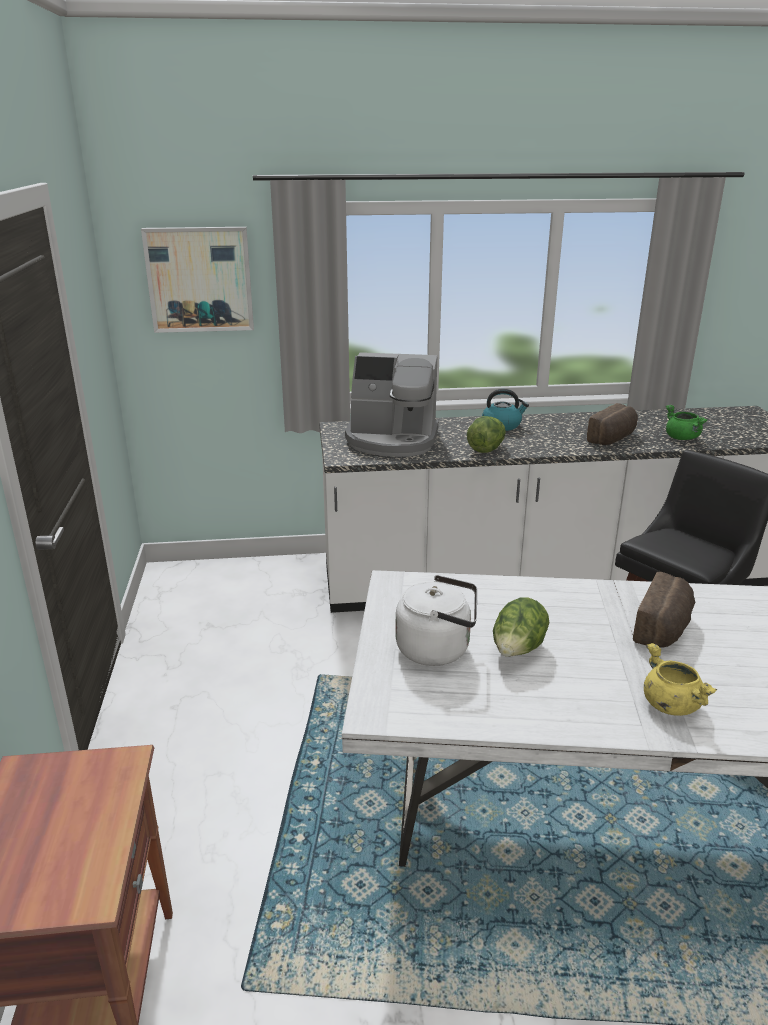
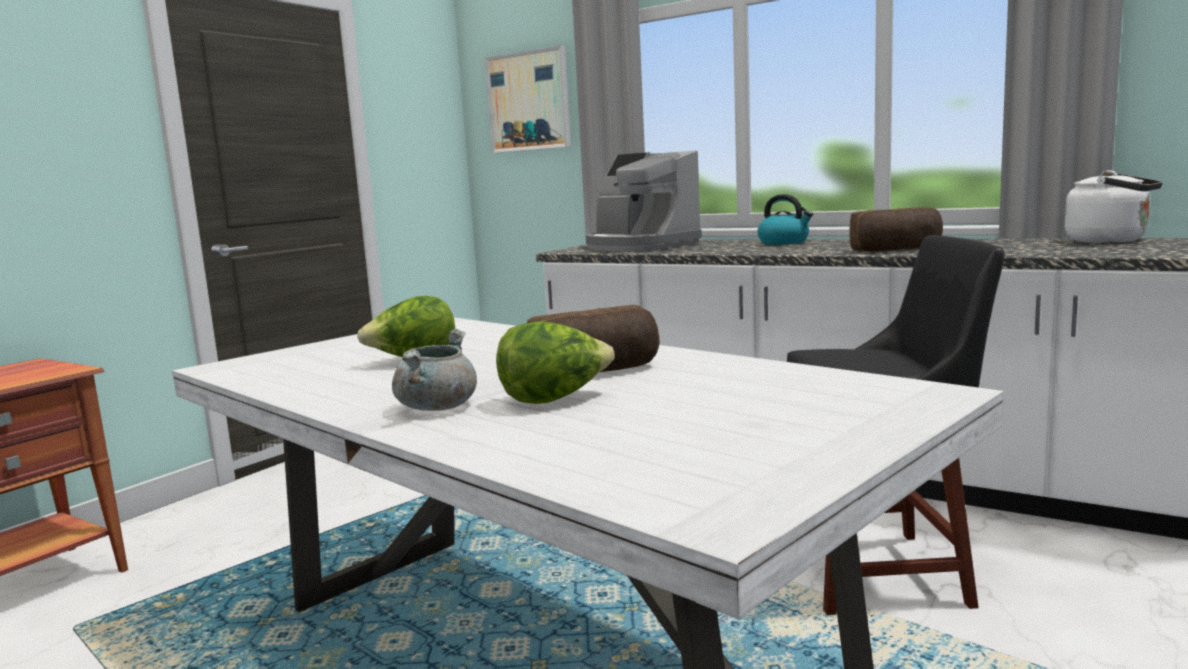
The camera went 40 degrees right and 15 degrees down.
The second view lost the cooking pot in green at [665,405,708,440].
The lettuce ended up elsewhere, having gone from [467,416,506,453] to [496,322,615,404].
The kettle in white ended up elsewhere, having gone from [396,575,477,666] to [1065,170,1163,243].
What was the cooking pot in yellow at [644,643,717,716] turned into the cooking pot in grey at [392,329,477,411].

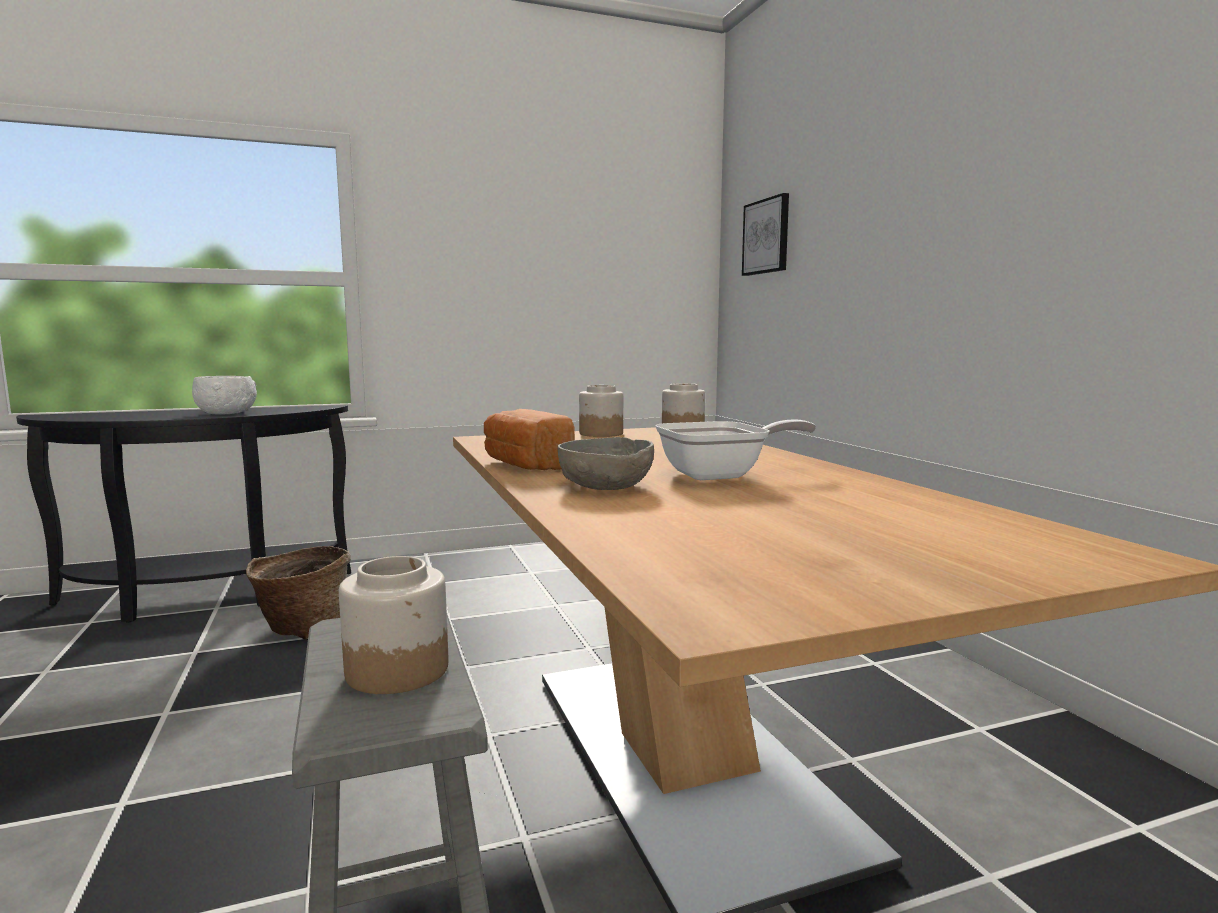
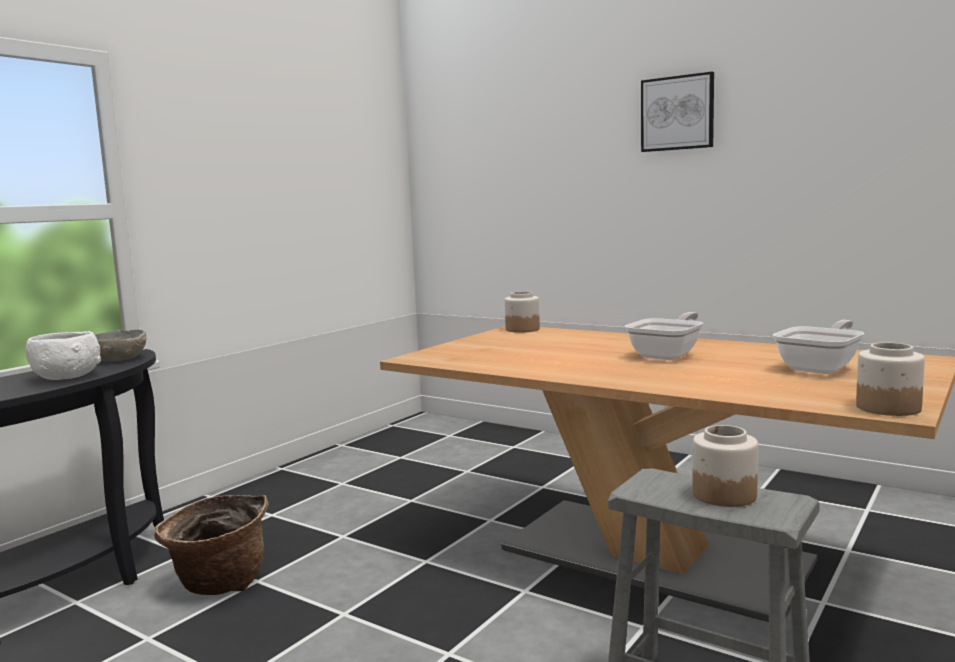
The camera went 35 degrees left and 0 degrees up.
The picture ended up elsewhere, having gone from [742,193,789,276] to [641,72,714,152].
The jar ended up elsewhere, having gone from [579,385,623,437] to [856,342,925,416].
The second view lost the bread at [484,409,575,471].
The bowl in grey ended up elsewhere, having gone from [558,437,654,490] to [94,329,146,361].
The second view gained the frying pan at [773,320,864,374].

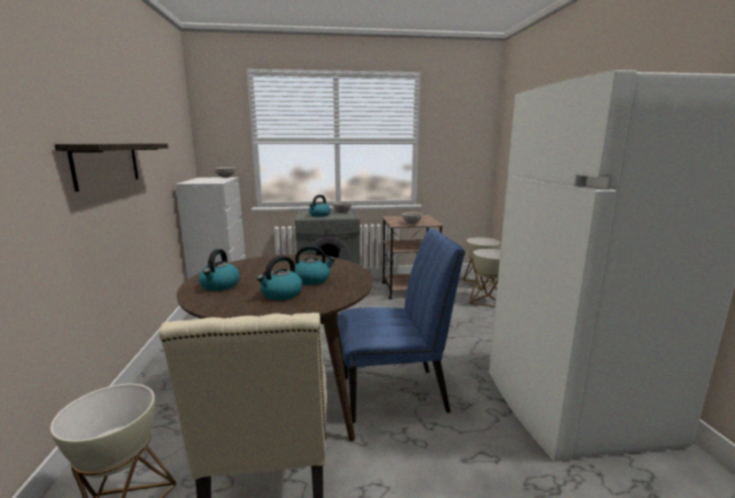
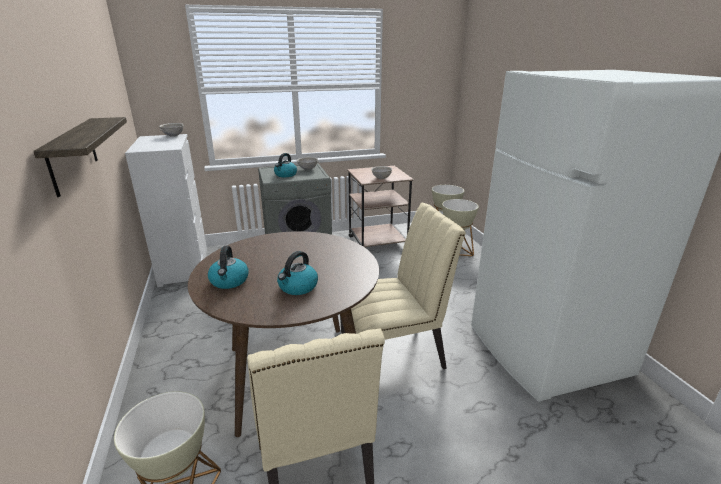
The camera went 10 degrees left and 10 degrees up.
What was the chair in blue at [337,229,465,423] turned into the chair in beige at [340,203,466,369].
The second view lost the kettle at [295,245,335,285].

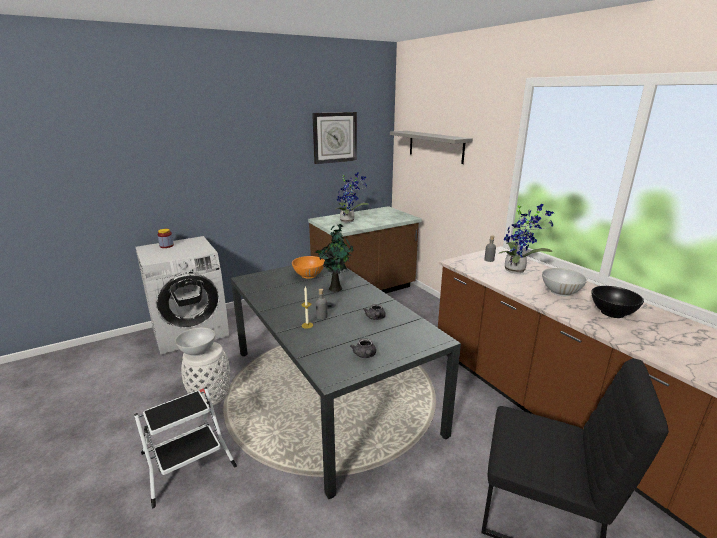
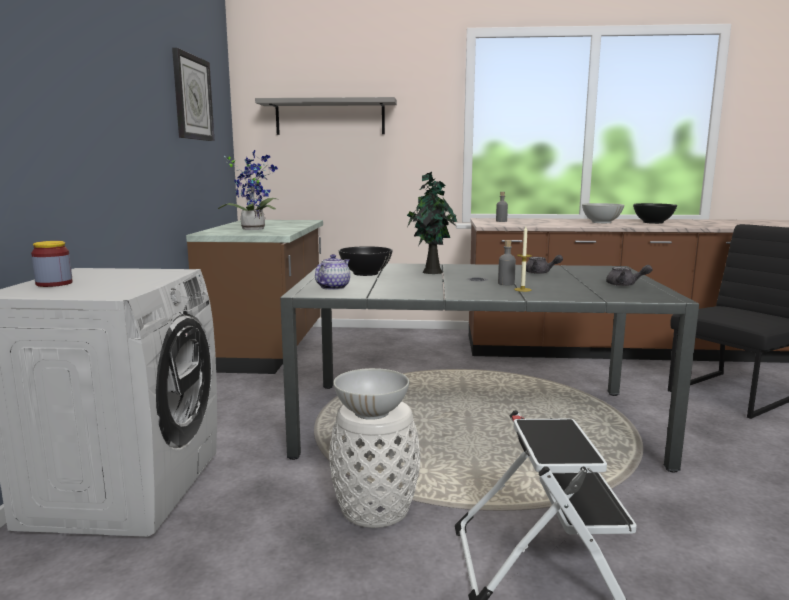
The camera went 55 degrees left and 10 degrees down.
The second view lost the potted plant at [499,204,554,273].
What was the bowl in orange at [292,256,325,279] turned into the bowl in black at [339,246,393,276].
The second view gained the teapot at [315,254,350,290].

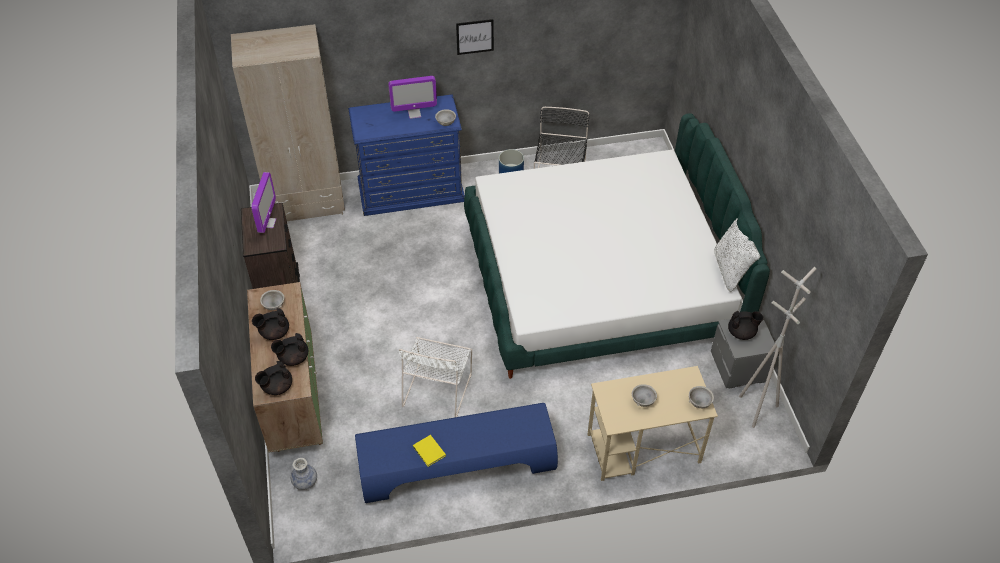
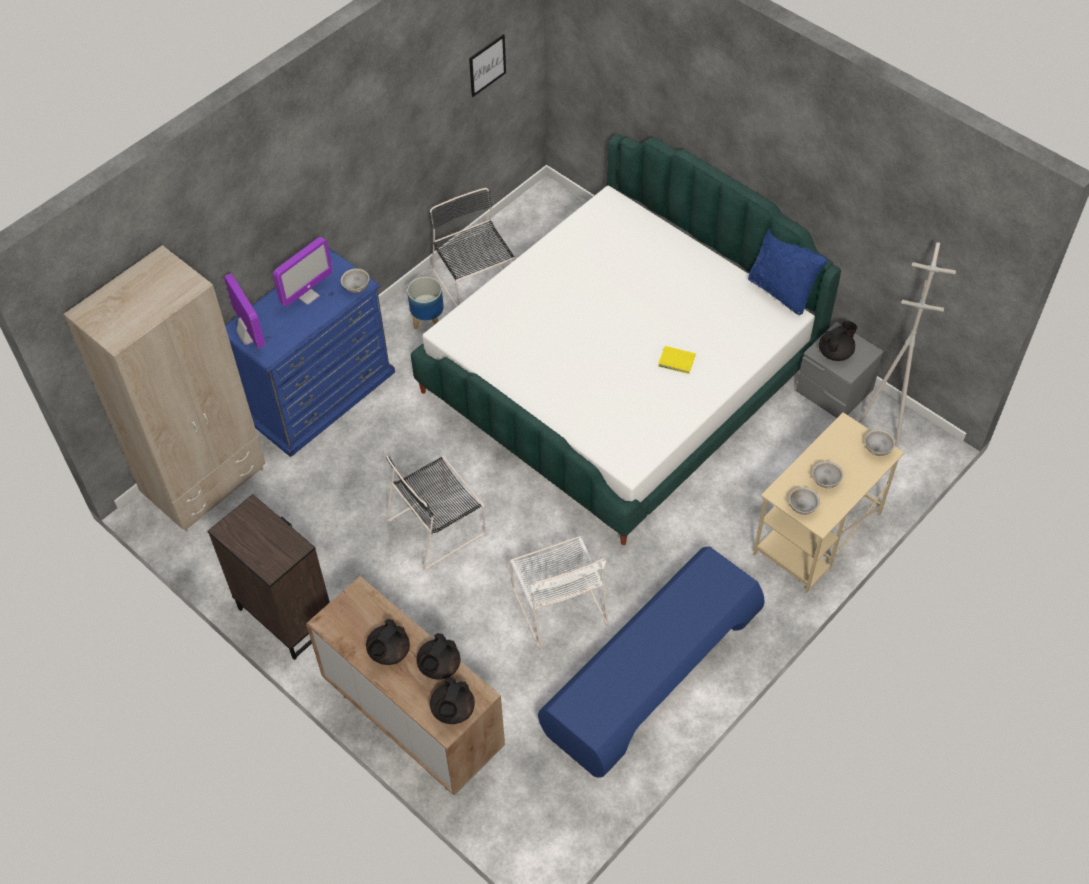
The camera went 35 degrees left and 5 degrees up.
The picture ended up elsewhere, having gone from [456,19,494,55] to [469,34,506,97].
The monitor ended up elsewhere, having gone from [251,172,276,233] to [224,273,265,349].
What was the pillow in white at [714,218,760,292] turned into the pillow in blue at [748,229,828,315].
The bowl in grey ended up elsewhere, having gone from [260,290,284,310] to [787,487,820,515].
The book in yellow ended up elsewhere, having gone from [413,435,446,467] to [658,346,696,374].
The second view lost the vase at [290,458,317,490].
The second view gained the chair in black at [386,455,486,570].

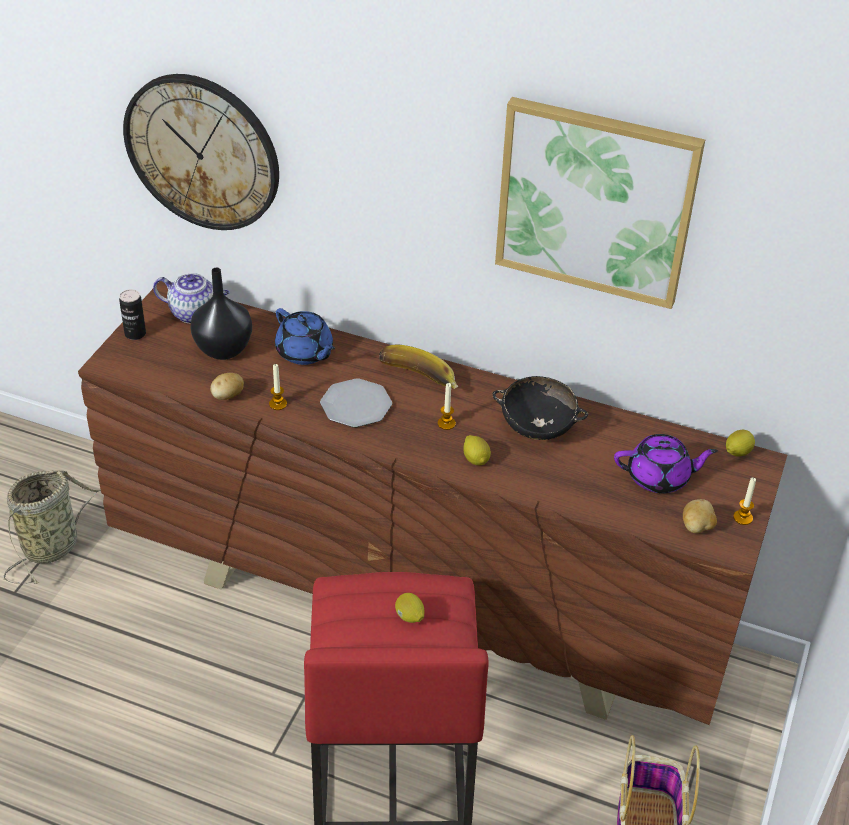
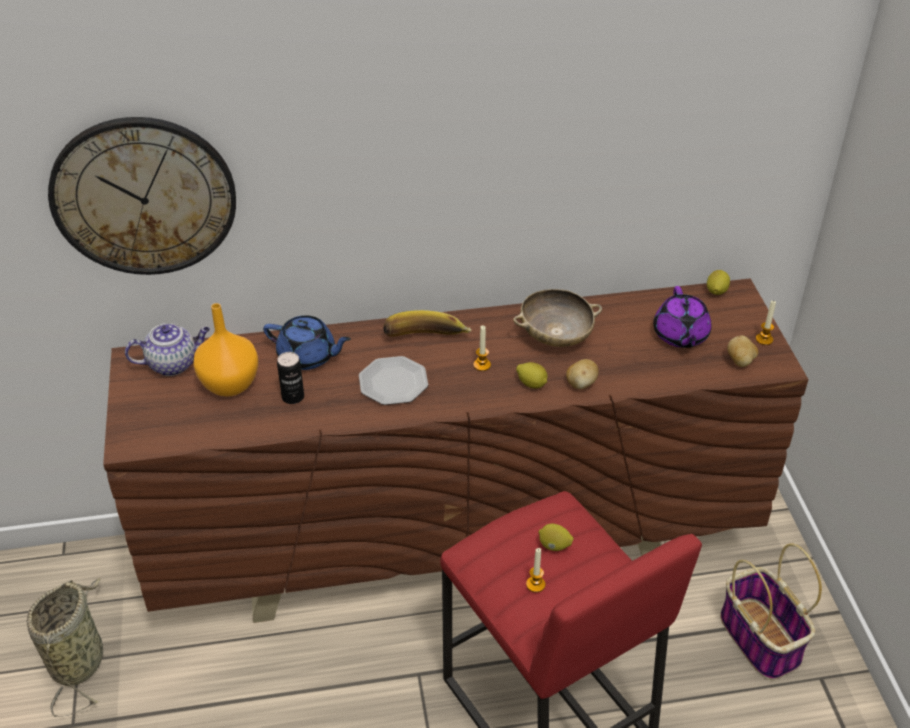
The camera went 30 degrees left and 0 degrees up.
The second view lost the picture at [495,97,705,309].
What was the vase in black at [190,268,252,360] turned into the vase in orange at [193,303,258,396].
The can ended up elsewhere, having gone from [119,289,146,340] to [277,352,304,404].
The candle ended up elsewhere, having gone from [269,364,287,410] to [526,548,546,592].
The potato ended up elsewhere, having gone from [210,373,244,400] to [566,359,599,389].
What was the bowl in black at [493,376,588,440] turned into the bowl in beige at [513,289,602,347].
The teapot in purple at [614,434,718,493] ended up facing another way, 120 degrees clockwise from before.

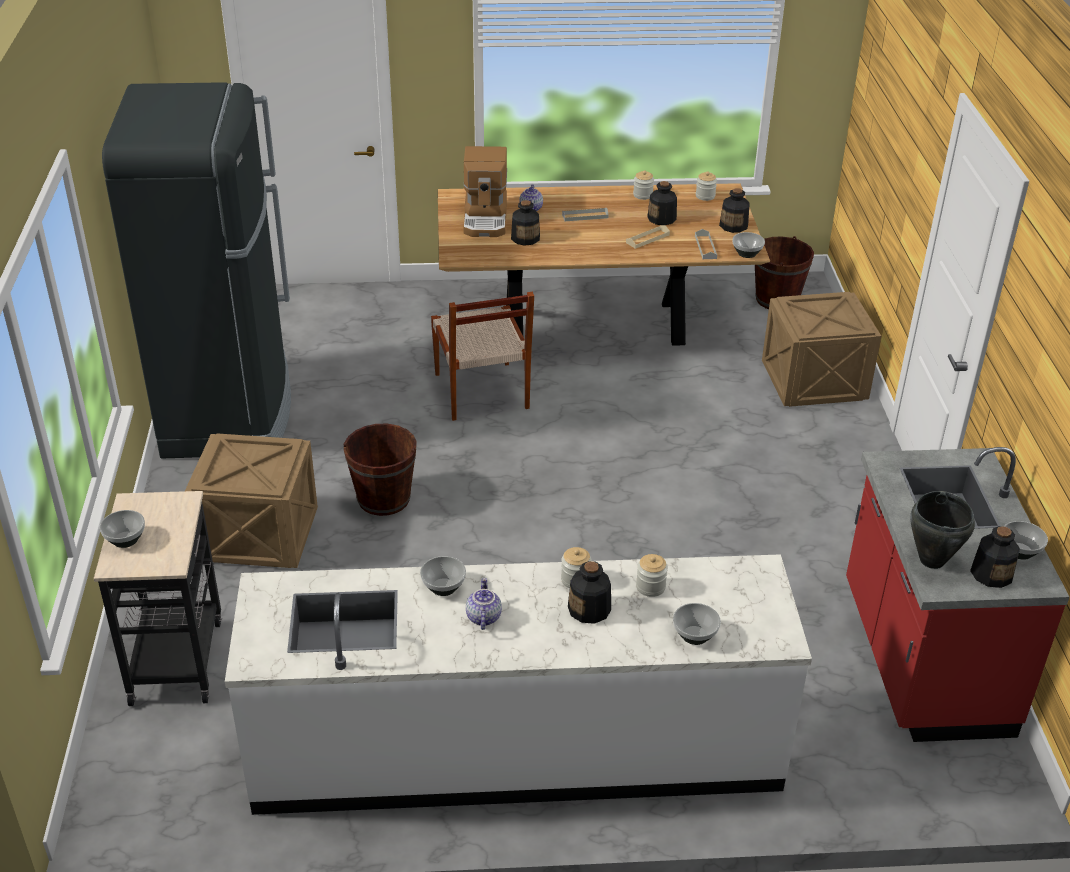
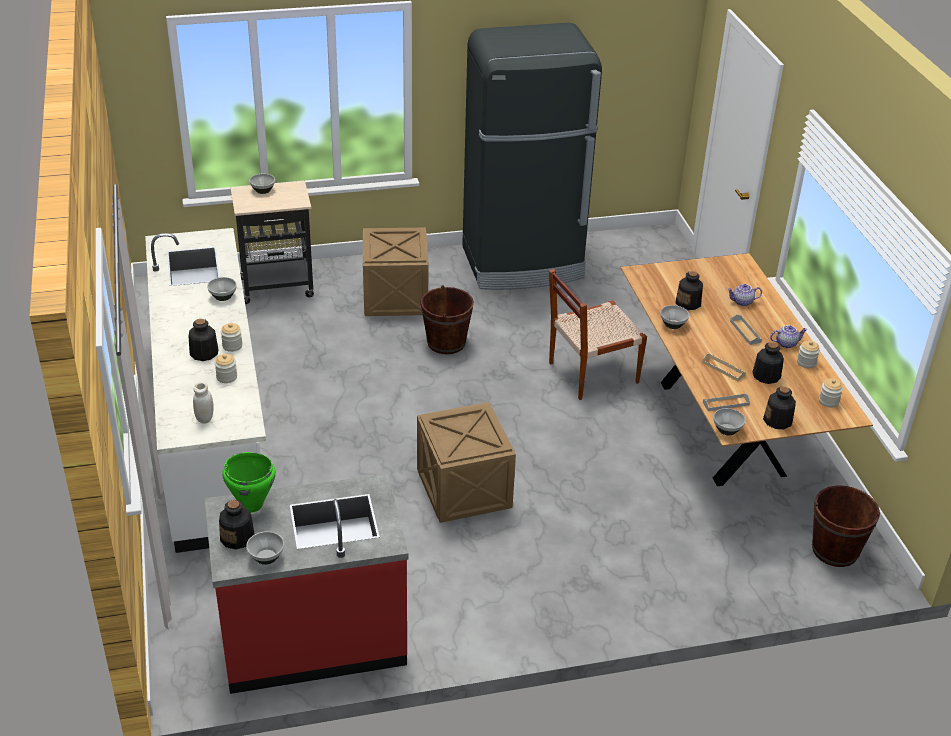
The camera went 80 degrees right and 0 degrees up.
The second view lost the coffee machine at [463,146,507,237].
The crate ended up elsewhere, having gone from [762,292,881,407] to [417,402,516,523].
What was the cooking pot in black at [910,491,975,569] turned into the cooking pot in green at [222,452,276,512].
The teapot ended up elsewhere, having gone from [466,578,502,630] to [770,325,807,348].
The bowl ended up elsewhere, having gone from [673,603,721,645] to [660,305,689,329].
The second view gained the jar in white at [193,382,214,423].

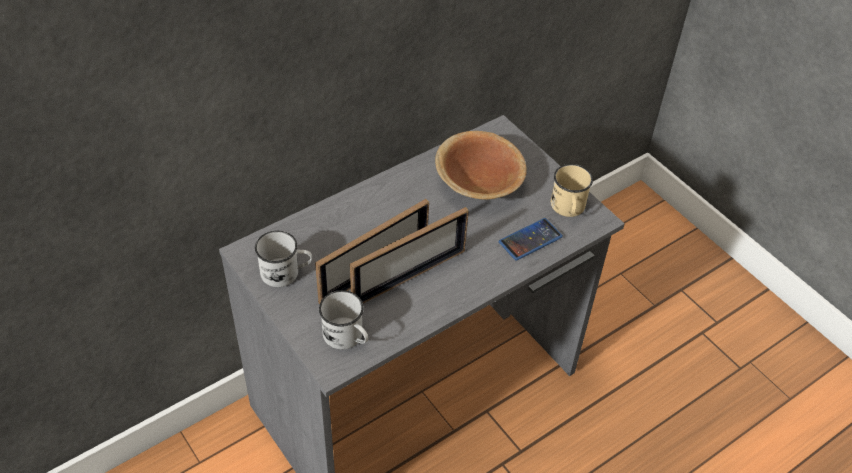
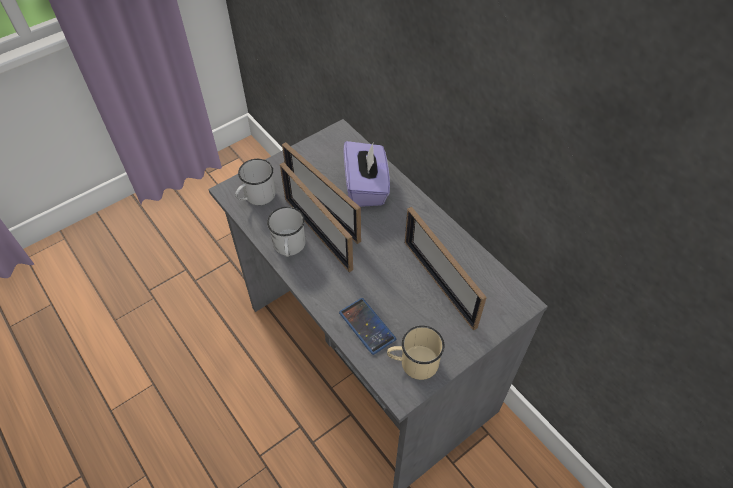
The camera went 90 degrees right and 5 degrees up.
Where the bowl in brown stood at [435,131,527,200], the picture frame came to stand at [405,207,487,331].
The mug in white ended up elsewhere, having gone from [255,231,312,287] to [267,207,306,257].
The second view gained the tissue box in purple at [343,141,390,207].

